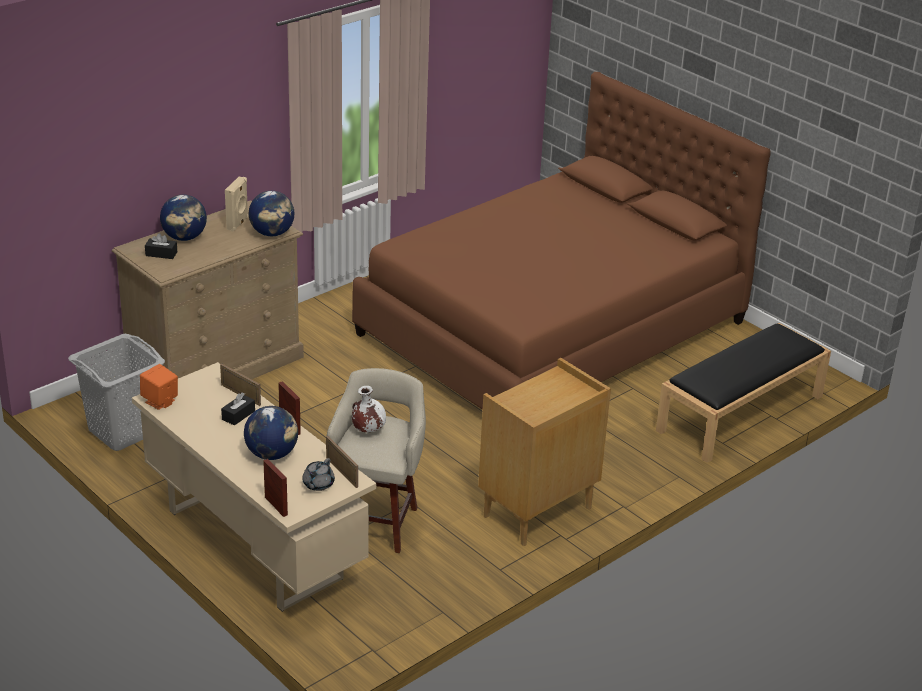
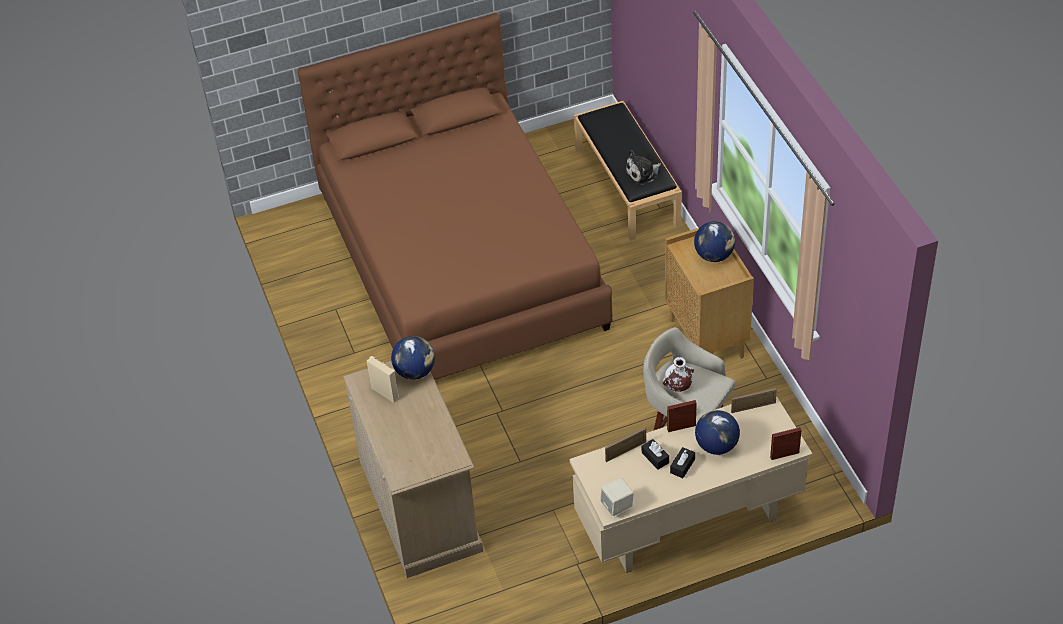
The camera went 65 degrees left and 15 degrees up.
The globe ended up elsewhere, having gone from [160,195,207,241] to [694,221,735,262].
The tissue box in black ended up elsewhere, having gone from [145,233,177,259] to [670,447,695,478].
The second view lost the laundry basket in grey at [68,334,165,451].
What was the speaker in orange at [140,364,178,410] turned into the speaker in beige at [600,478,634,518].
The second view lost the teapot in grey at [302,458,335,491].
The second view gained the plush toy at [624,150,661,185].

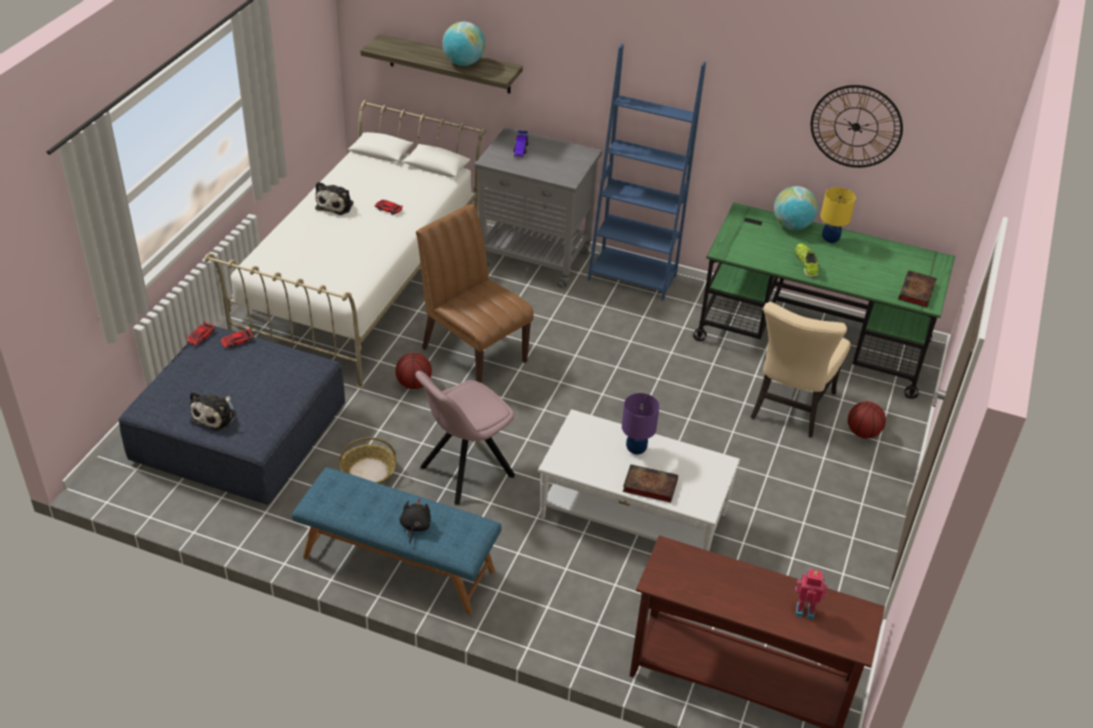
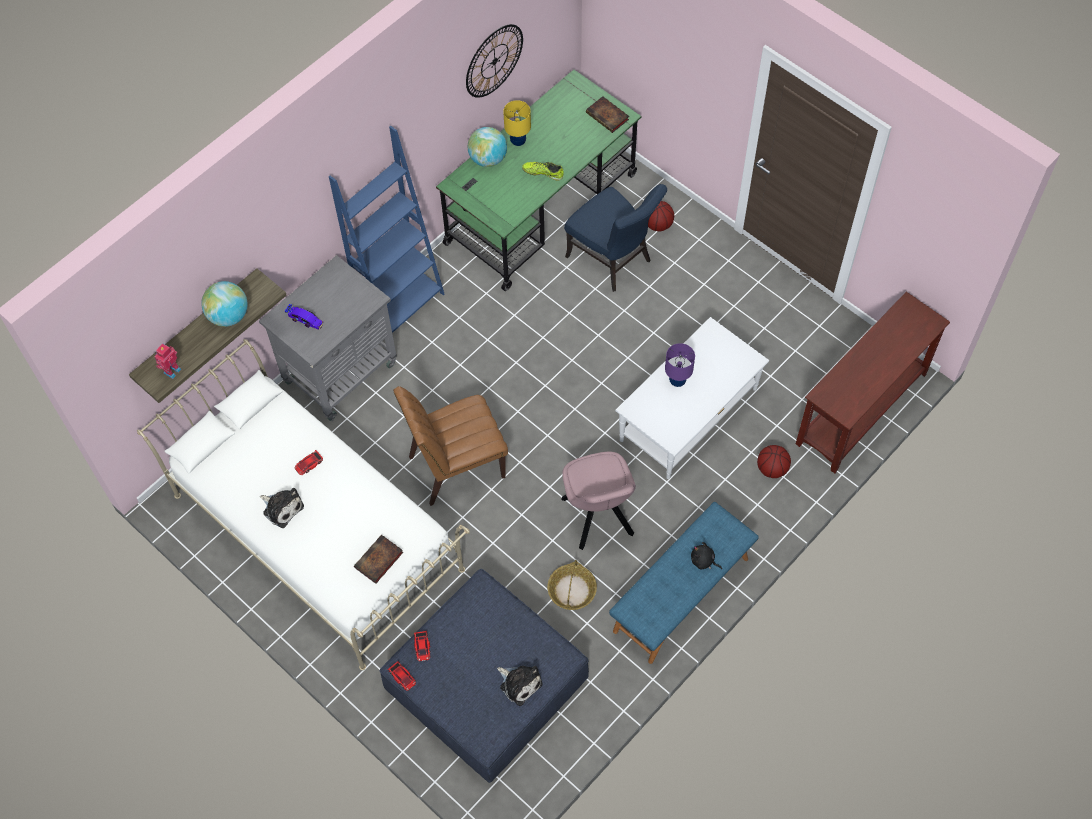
The camera went 65 degrees left and 20 degrees up.
What was the chair in beige at [751,302,850,438] turned into the chair in blue at [564,184,667,292].
The basketball ended up elsewhere, having gone from [396,353,432,389] to [757,445,791,478].
The book ended up elsewhere, having gone from [623,464,678,503] to [354,535,403,584].
The toy robot ended up elsewhere, having gone from [795,569,828,619] to [154,343,181,379].

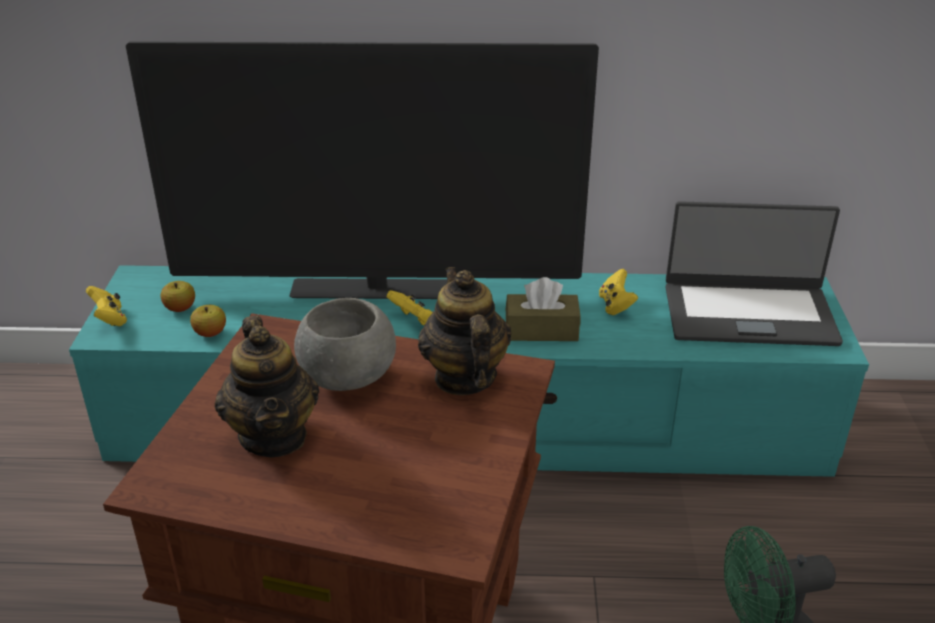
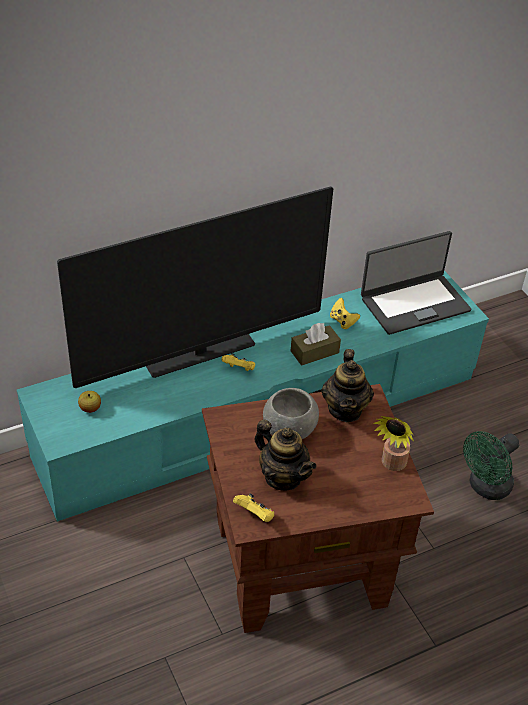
The camera went 30 degrees left and 10 degrees up.
The teapot at [418,267,511,395] ended up facing another way, 135 degrees counterclockwise from before.
The game controller in yellow ended up elsewhere, having gone from [86,286,127,326] to [233,494,274,522].
The second view lost the apple at [190,305,226,337].
The second view gained the potted plant at [373,416,414,471].

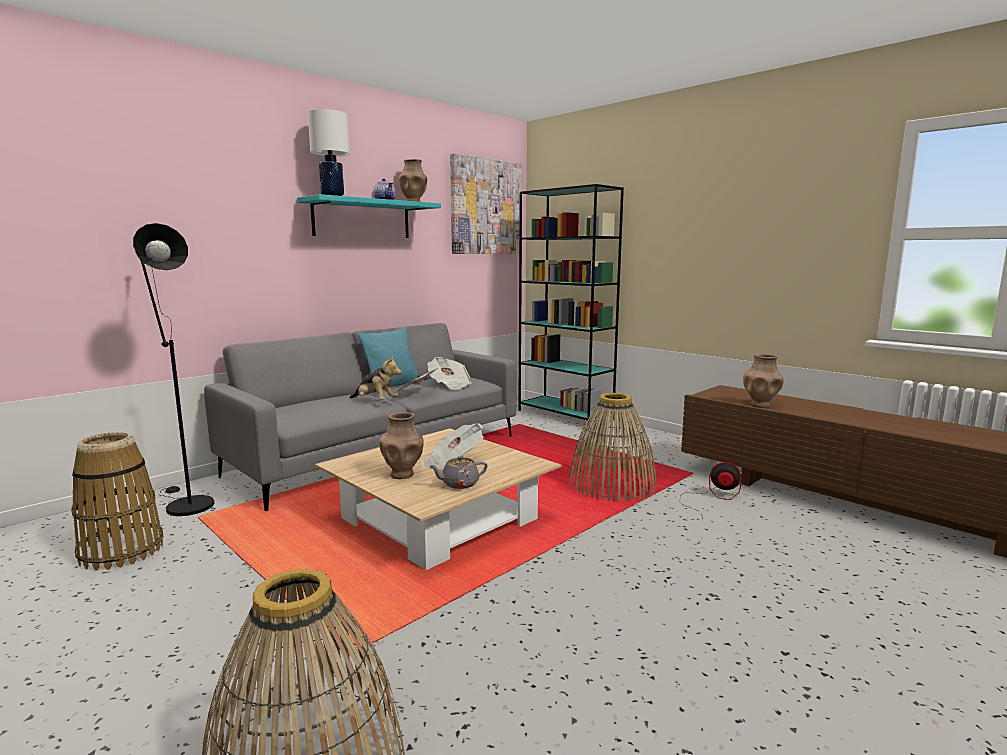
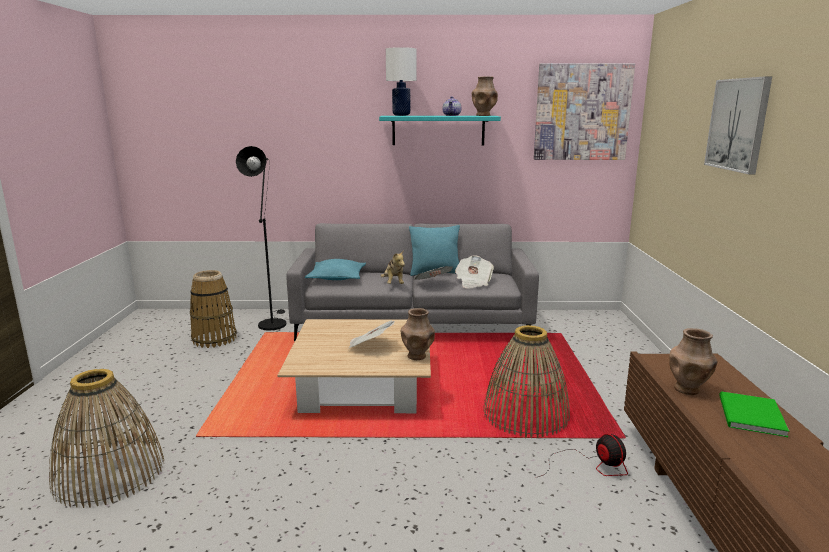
The camera went 45 degrees right and 5 degrees up.
The second view lost the bookcase in turquoise at [518,184,624,429].
The vase in brown ended up elsewhere, having gone from [379,412,424,479] to [401,308,435,360].
The second view lost the teapot in grey at [429,456,488,489].
The second view gained the picture at [704,76,772,174].
The second view gained the pillow in turquoise at [305,259,366,280].
The second view gained the book in green at [719,391,789,437].

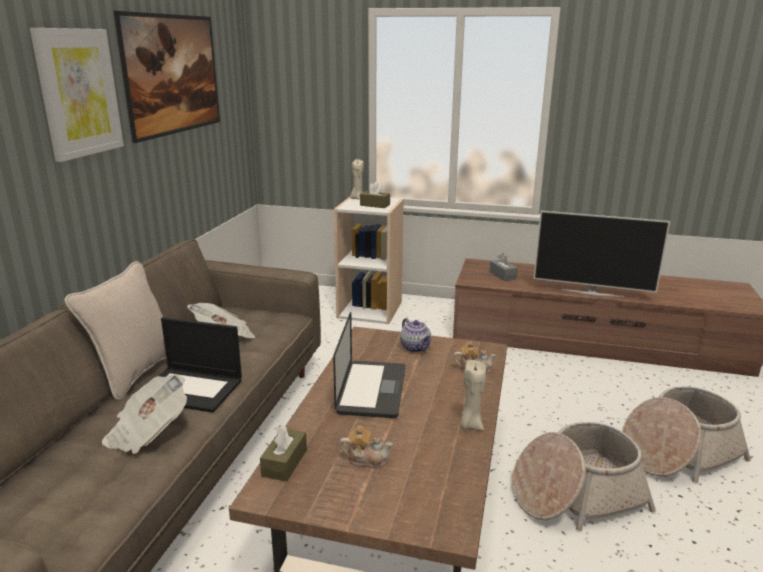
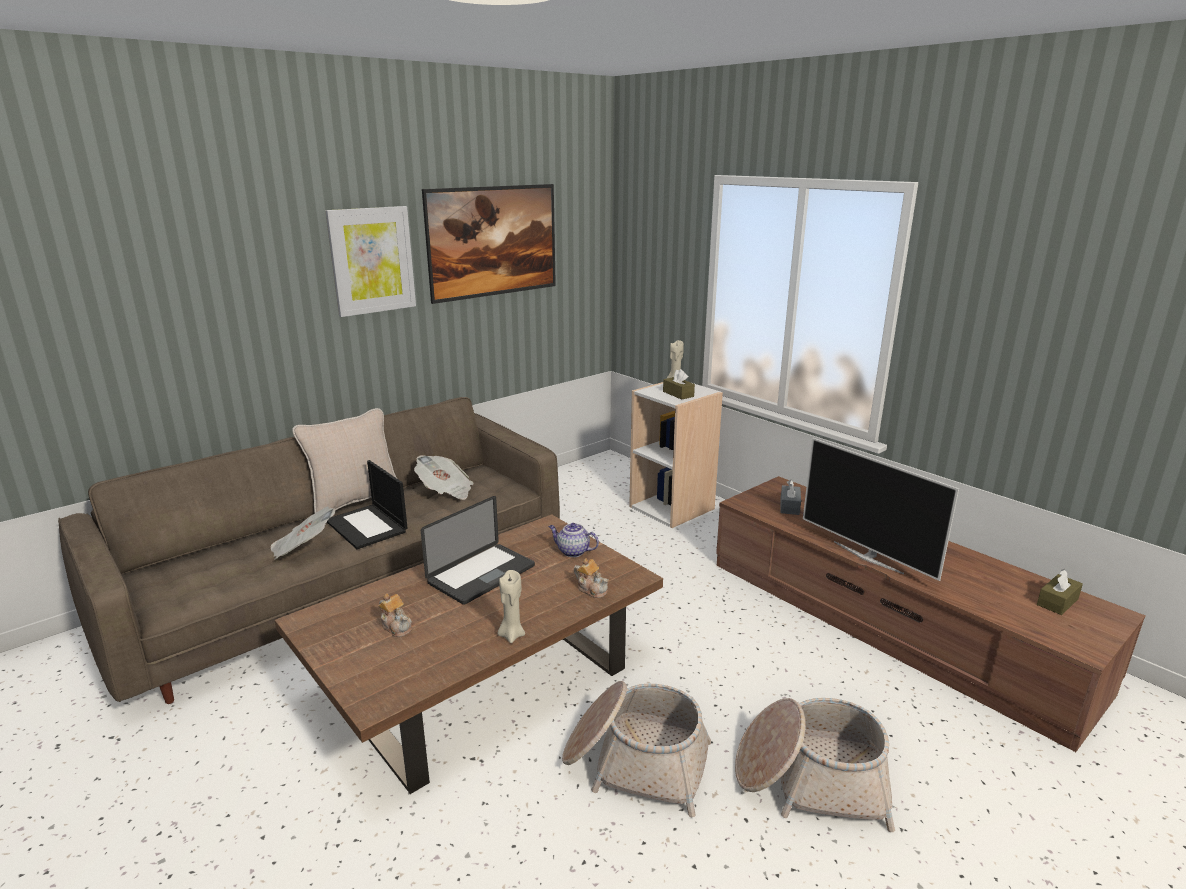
The camera went 35 degrees right and 0 degrees up.
The teapot at [400,318,431,352] ended up facing another way, 105 degrees clockwise from before.
The tissue box in brown ended up elsewhere, having gone from [260,424,307,482] to [1037,569,1083,615].

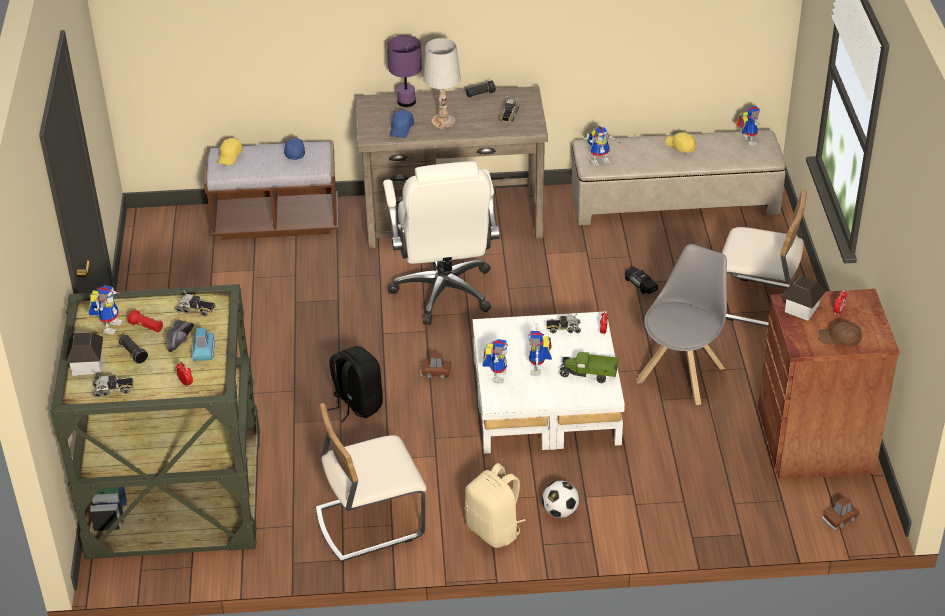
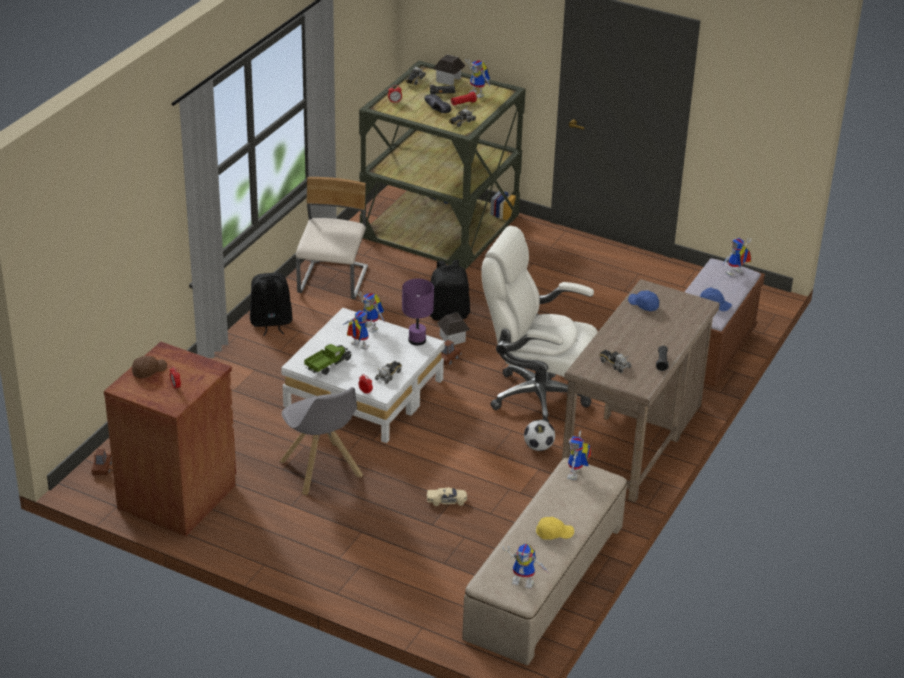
The camera went 120 degrees right and 5 degrees down.
The table lamp in purple ended up elsewhere, having gone from [387,35,422,107] to [402,278,434,346].
The second view lost the table lamp in white at [423,38,461,128].
Where the cap in yellow stood at [217,138,242,166], the toy robot came to stand at [721,238,752,276].
The second view lost the chair in beige at [722,189,807,327].
What was the toy car in black at [625,267,658,294] turned into the toy car in beige at [427,487,467,506].
The toy house ended up elsewhere, having gone from [781,276,827,321] to [437,312,470,345].
The second view lost the toy car in blue at [192,328,215,361].
What was the backpack in beige at [465,463,526,548] turned into the backpack in black at [250,273,293,336].
The football ended up elsewhere, having gone from [542,481,579,518] to [524,420,555,451].

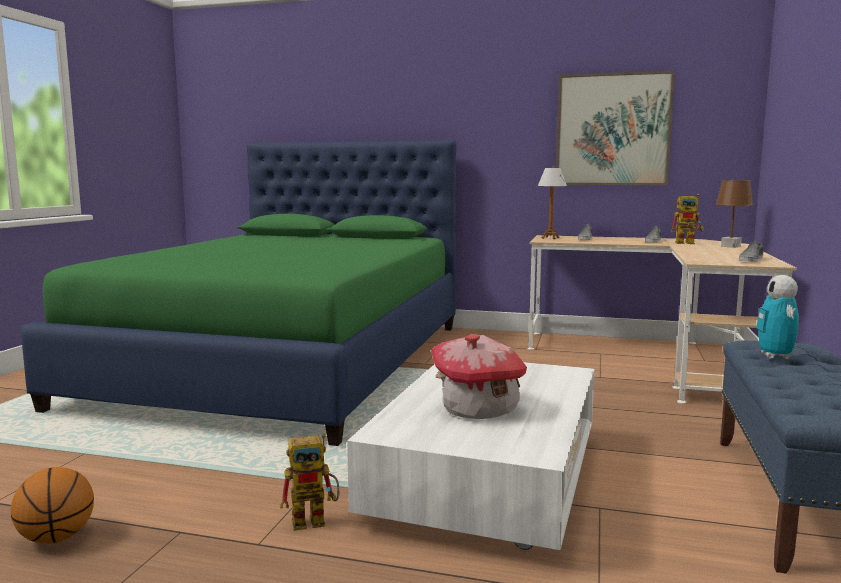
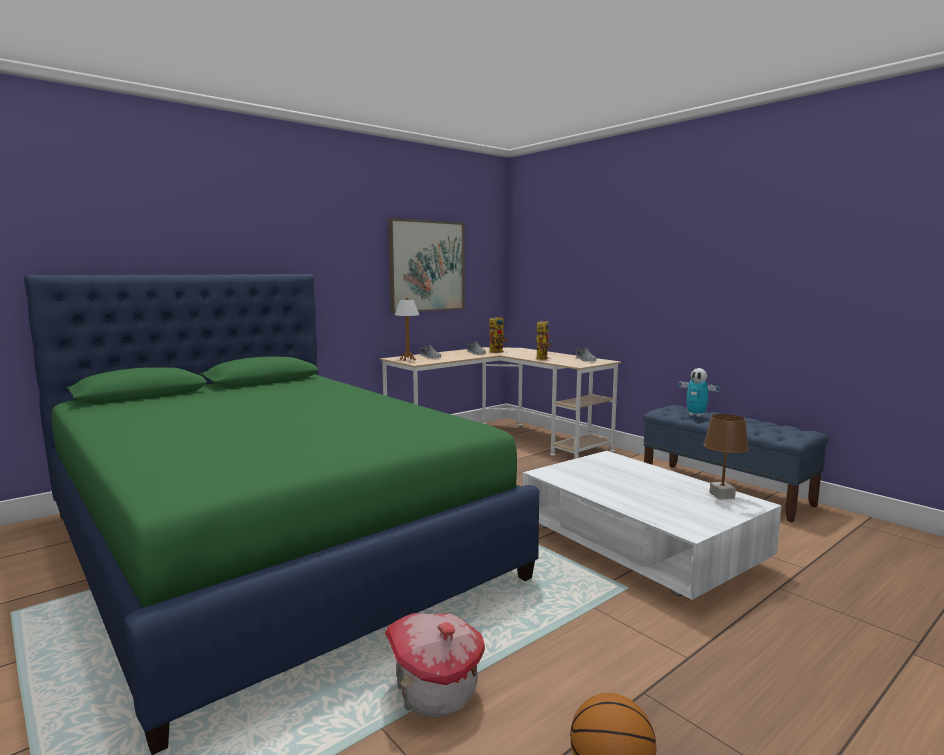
The camera went 55 degrees left and 0 degrees up.
The table lamp in brown ended up elsewhere, having gone from [716,180,753,248] to [703,414,749,500].
The toy house ended up elsewhere, having gone from [431,334,527,419] to [385,613,485,717].
The toy robot ended up elsewhere, having gone from [280,433,339,531] to [535,319,552,360].

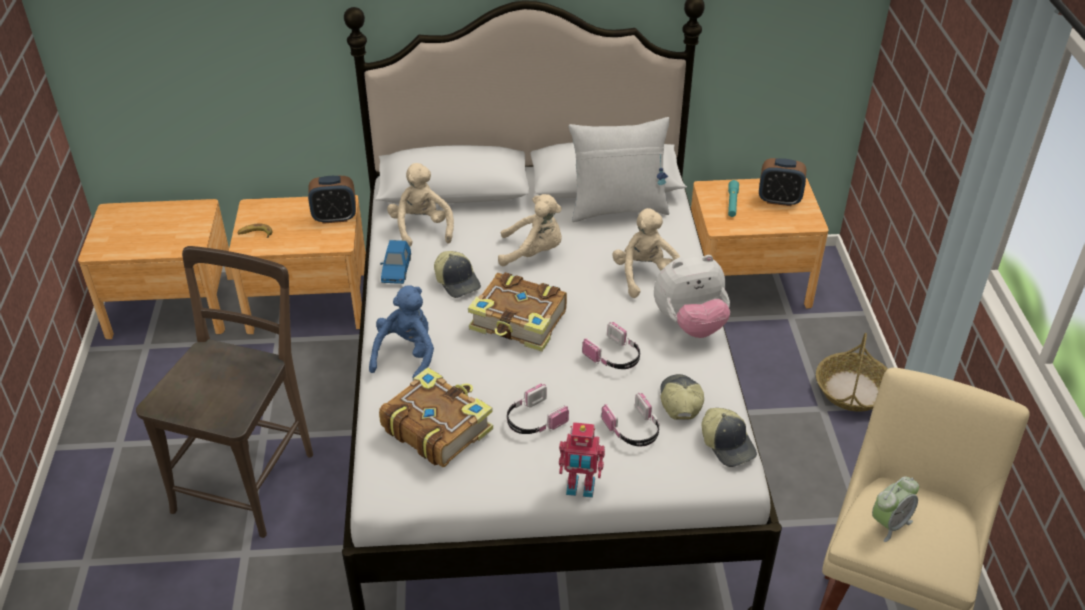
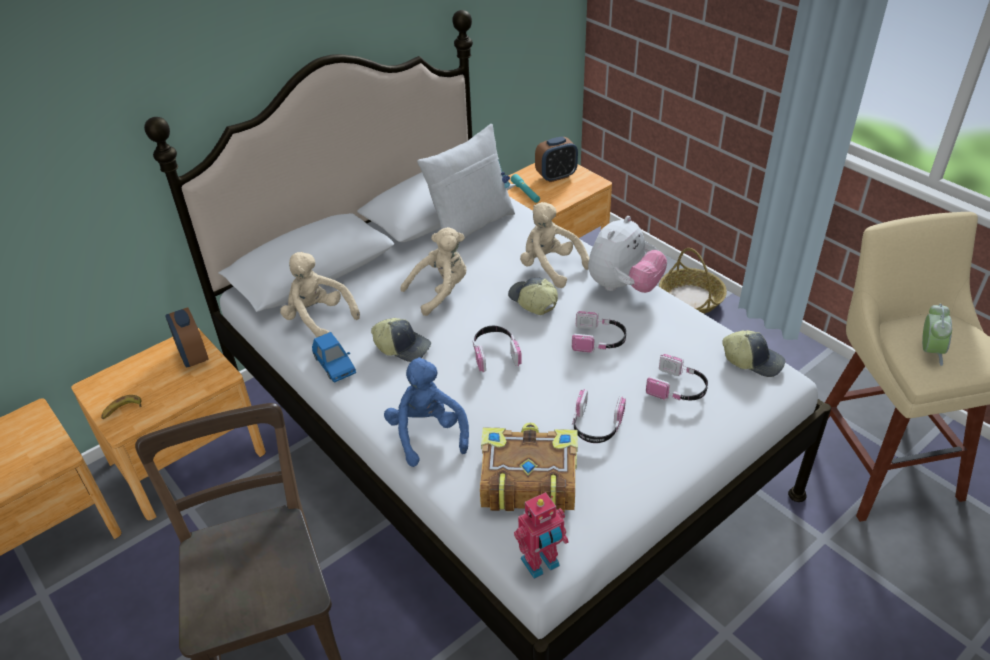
The camera went 35 degrees left and 0 degrees up.
The alarm clock at [308,176,356,224] ended up facing another way, 105 degrees clockwise from before.
Where the book stood at [468,272,567,351], the headphones came to stand at [472,326,522,372].
The cap ended up elsewhere, having gone from [660,374,704,420] to [508,278,558,315].
The toy robot ended up elsewhere, having gone from [559,422,605,498] to [514,492,569,579].

